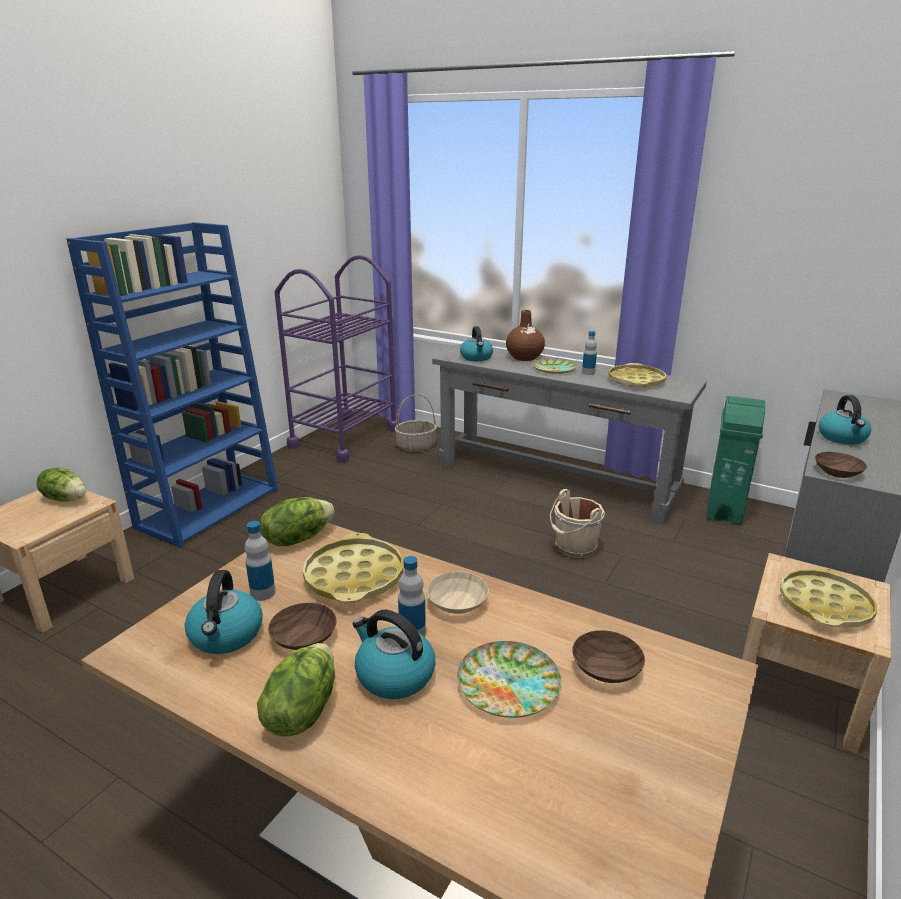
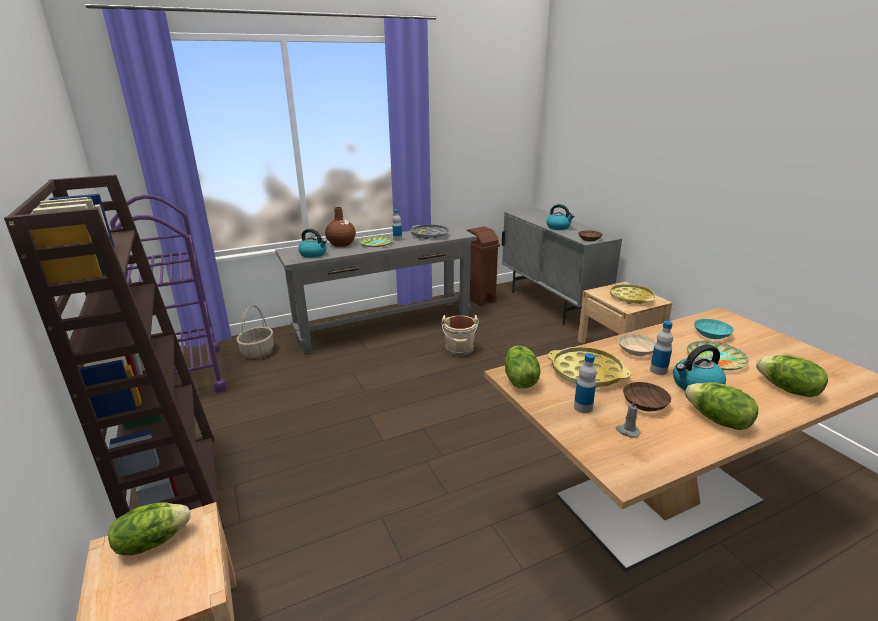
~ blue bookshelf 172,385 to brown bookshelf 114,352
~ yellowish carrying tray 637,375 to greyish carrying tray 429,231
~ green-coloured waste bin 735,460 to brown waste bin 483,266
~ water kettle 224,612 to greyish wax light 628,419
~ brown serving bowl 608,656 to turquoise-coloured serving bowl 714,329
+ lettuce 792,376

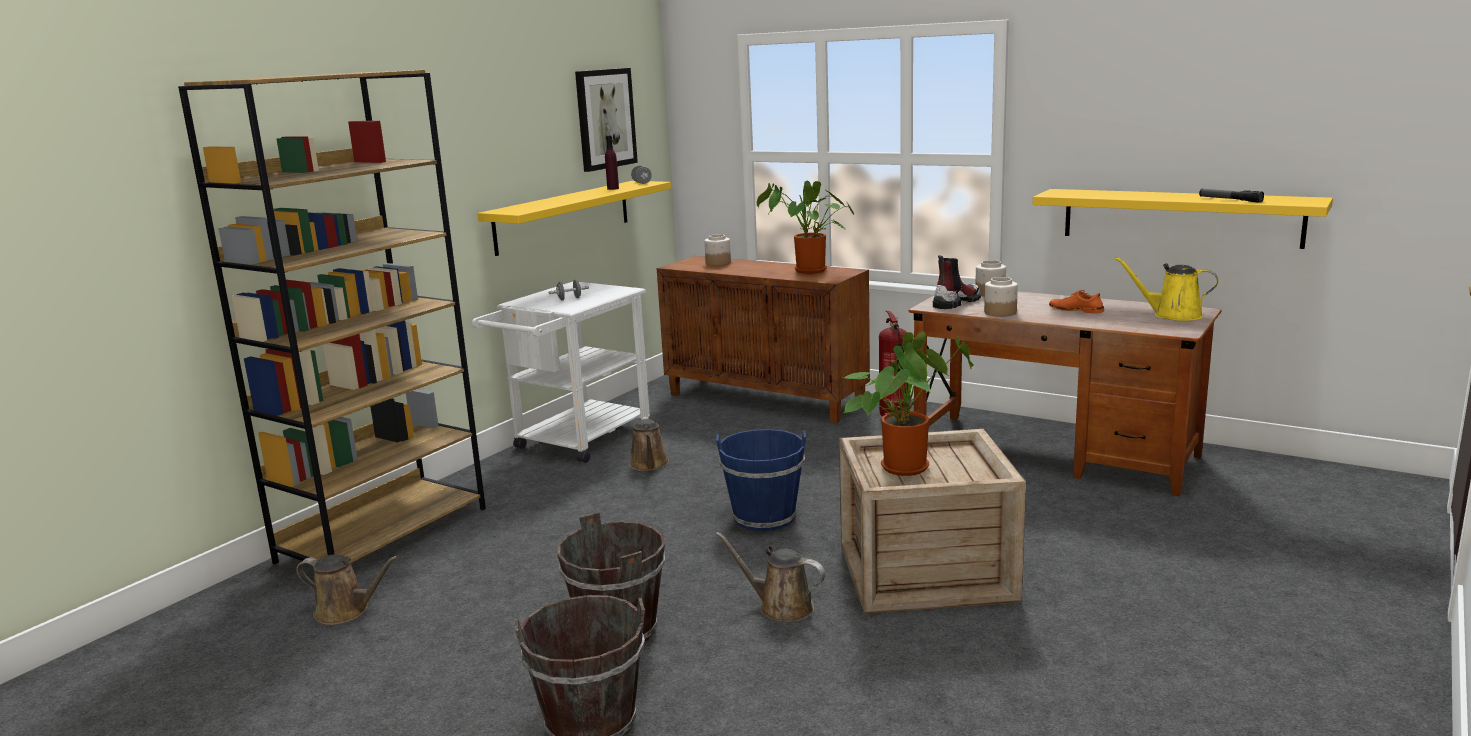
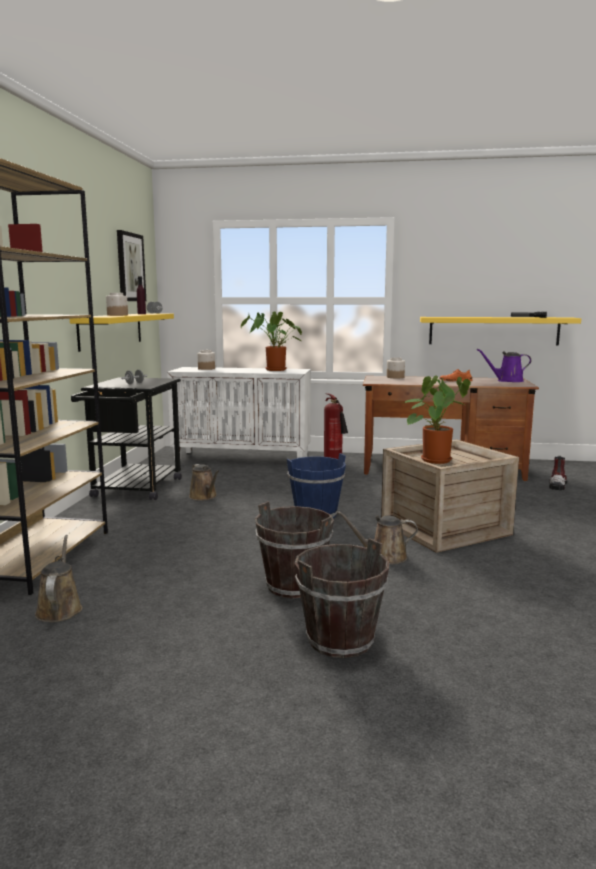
~ brown watering can 347,589 = 59,578 90 degrees counterclockwise
~ white wheeled cart 561,372 to black-coloured wheeled cart 126,438
~ storage jar 1001,297 to 117,304
~ brown storage cabinet 763,339 to white storage cabinet 239,413
~ yellowish watering can 1166,289 to purple-coloured watering can 504,365
~ tall boot 957,282 to 558,473

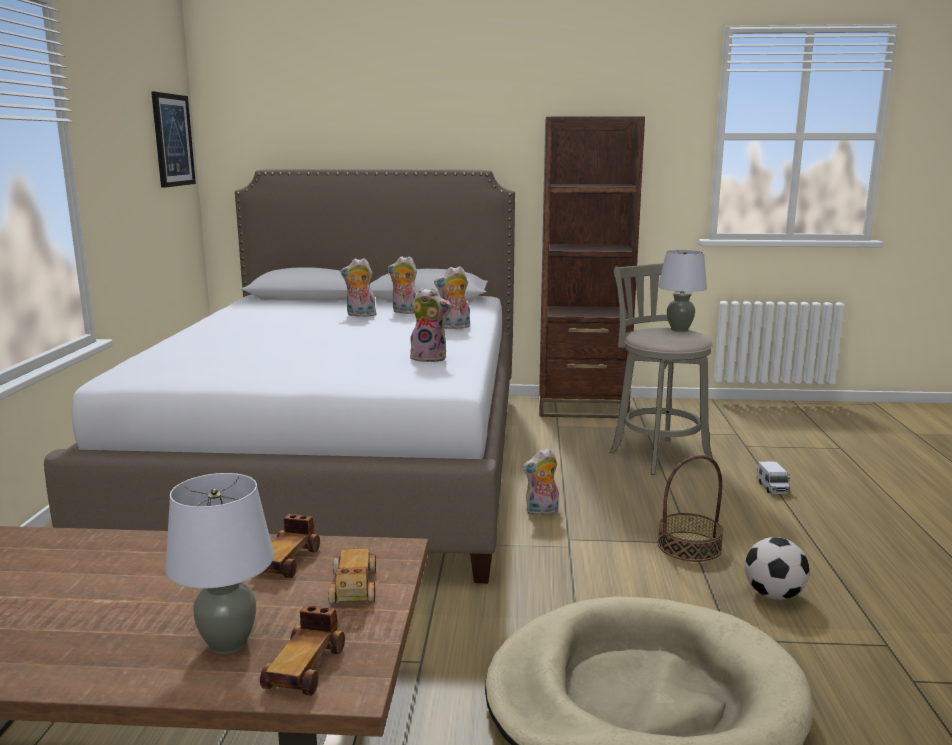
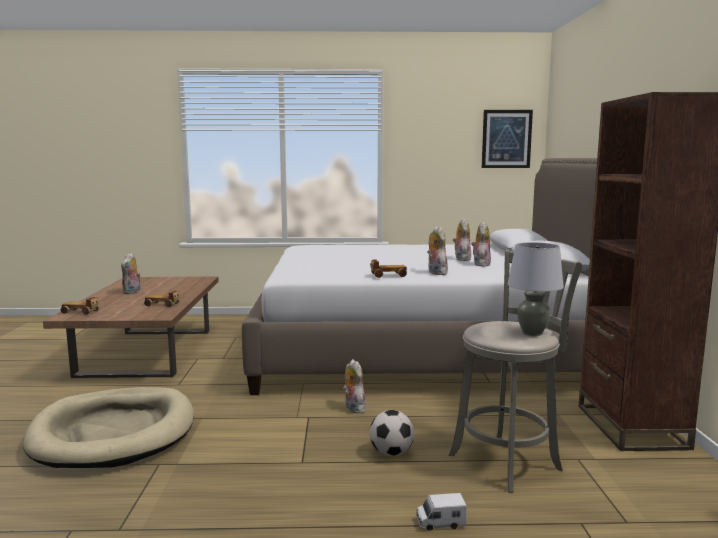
~ soft toy 430,324 to 131,273
~ ball for football 777,568 to 391,433
~ model car 352,576 to 388,268
- greyish table lamp 219,564
- household basket 690,508

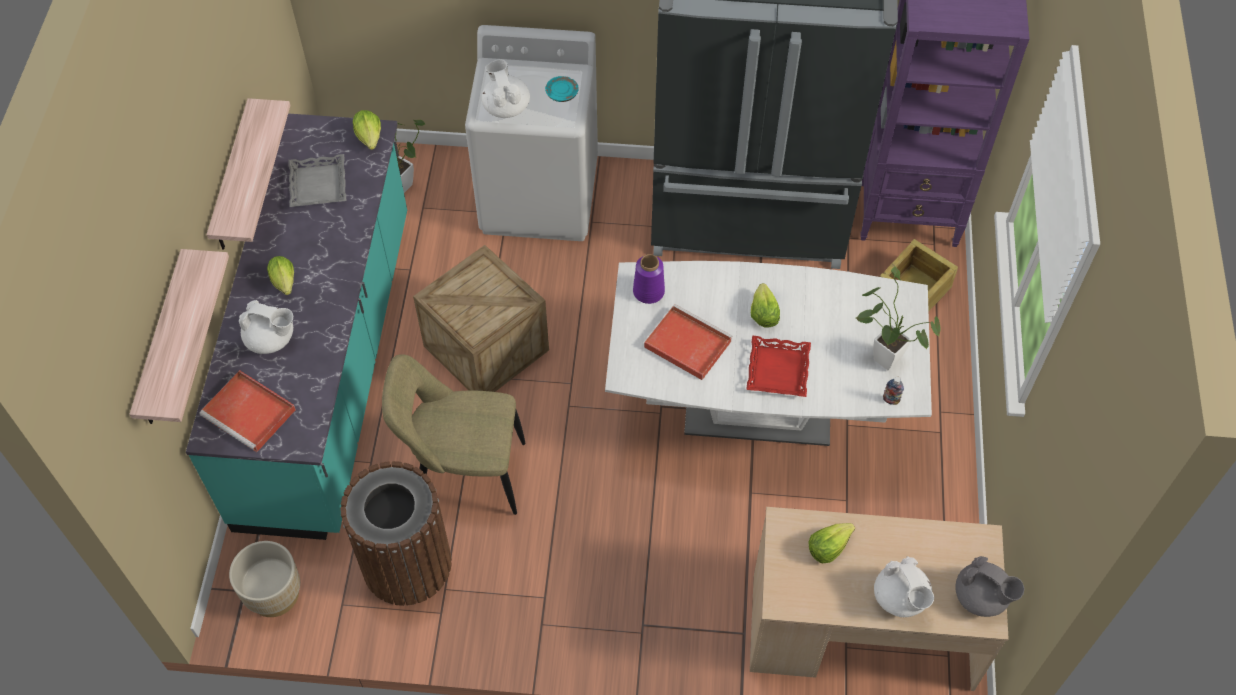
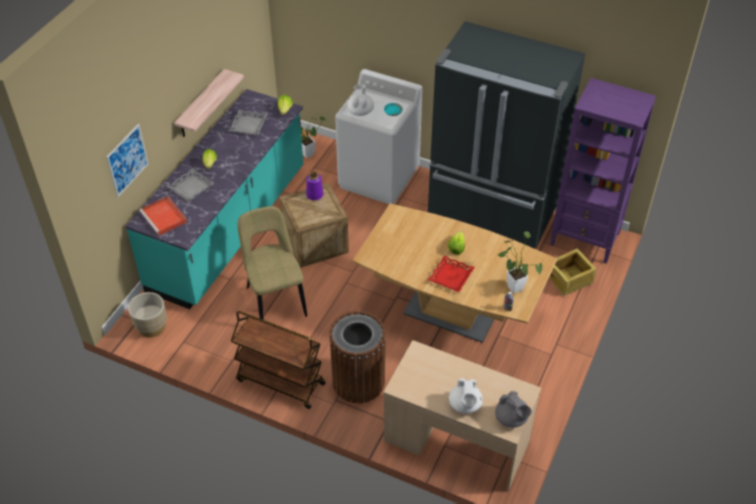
~ shelf 179,336 to picture 127,160
~ white teapot 266,327 to greyish carrying tray 190,184
+ brown wheeled cart 278,360
~ beige-coloured plain chair 454,434 = 272,263 45 degrees clockwise
~ purple-coloured decorative vase 649,279 to 314,186
~ brown waste bin 396,533 to 357,357
~ white dinner table 768,353 to brown dinner table 455,273
- red-coloured carrying tray 688,342
- lettuce 831,543

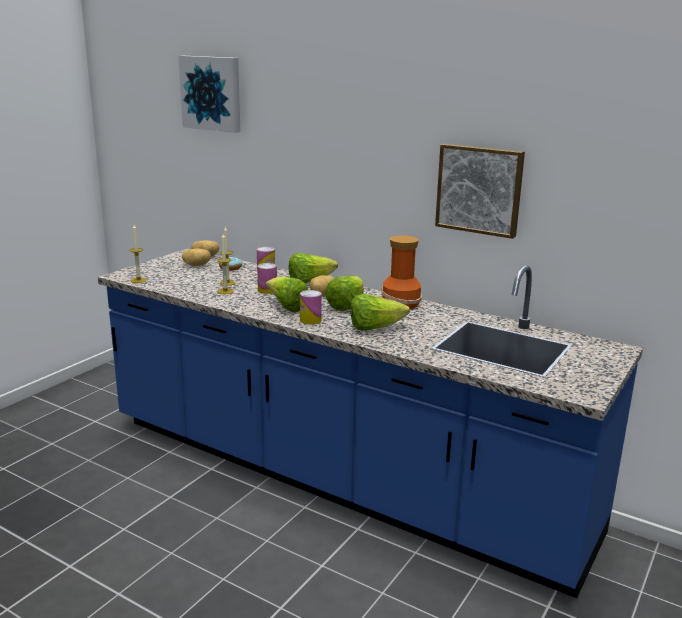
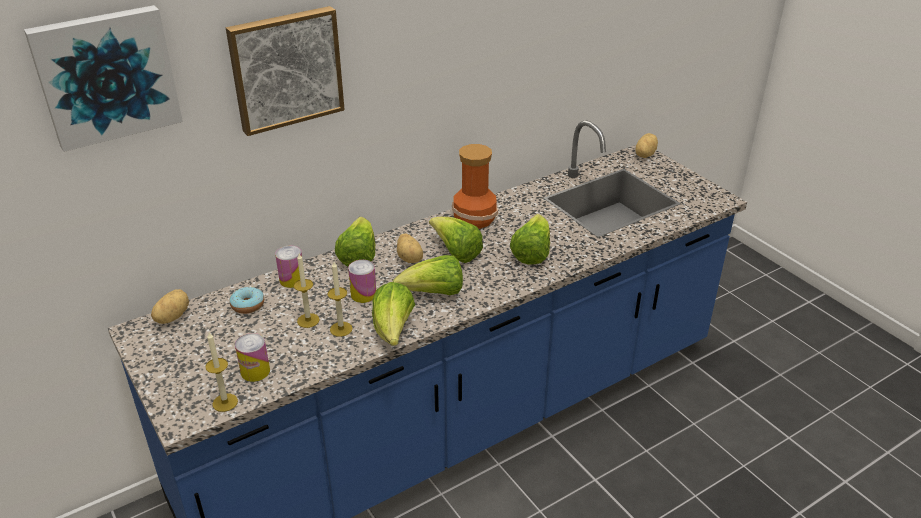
~ picture 480,191 to 285,71
~ metal can 311,307 to 252,357
+ lettuce 393,314
~ whole potato 196,257 to 646,145

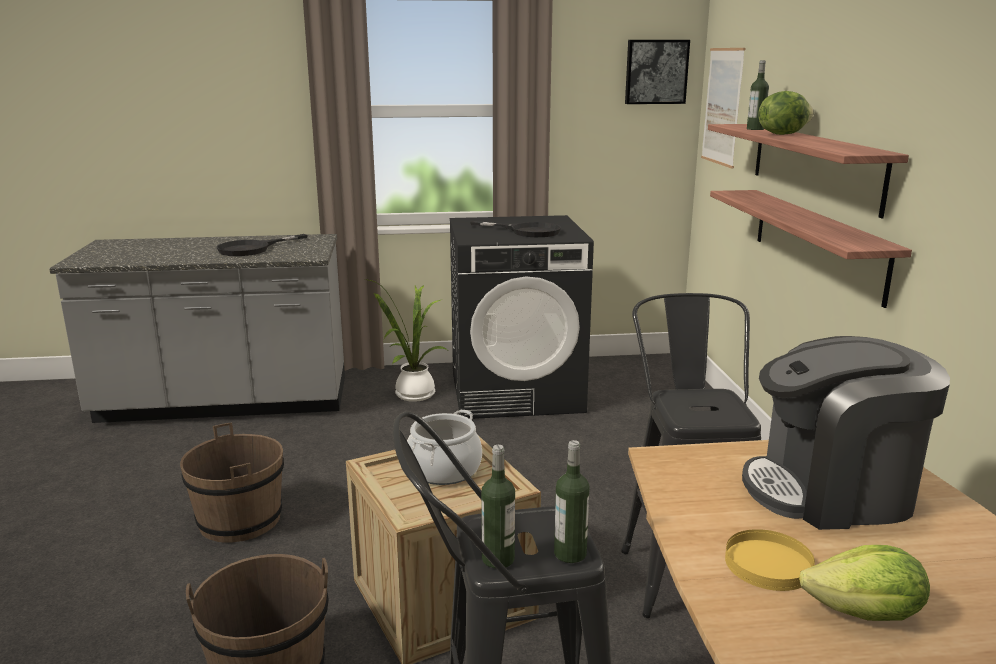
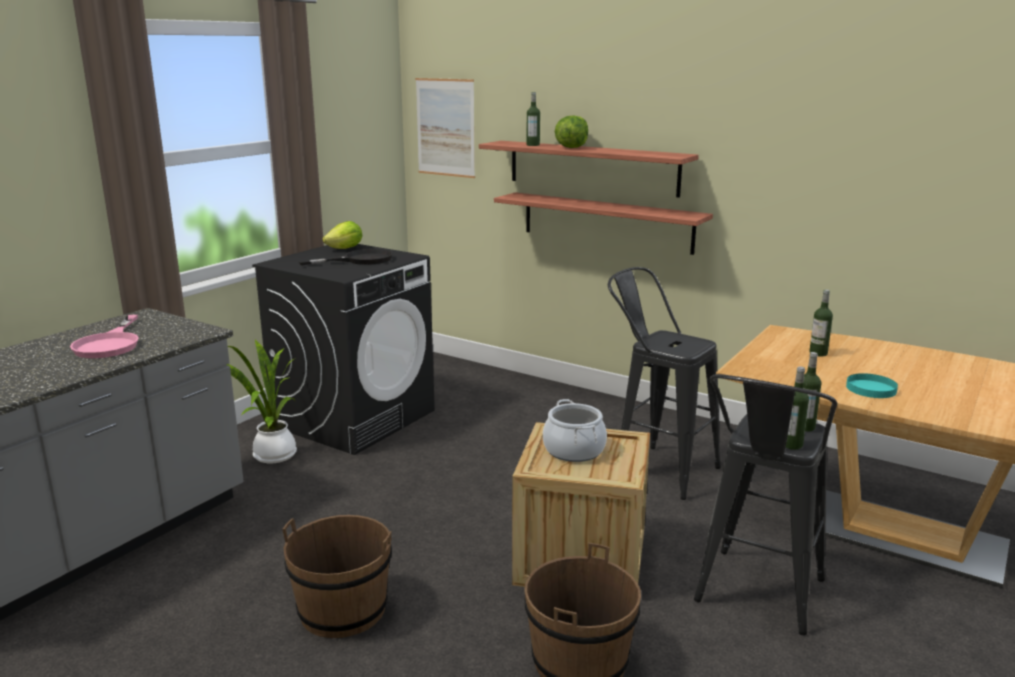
~ black-coloured frying pan 262,245 to pink frying pan 104,336
~ lettuce 864,583 to 342,235
~ coffee brewer 846,433 to drink bottle 821,323
~ yellowish flat dish 770,560 to turquoise-coloured flat dish 872,385
- picture 657,72

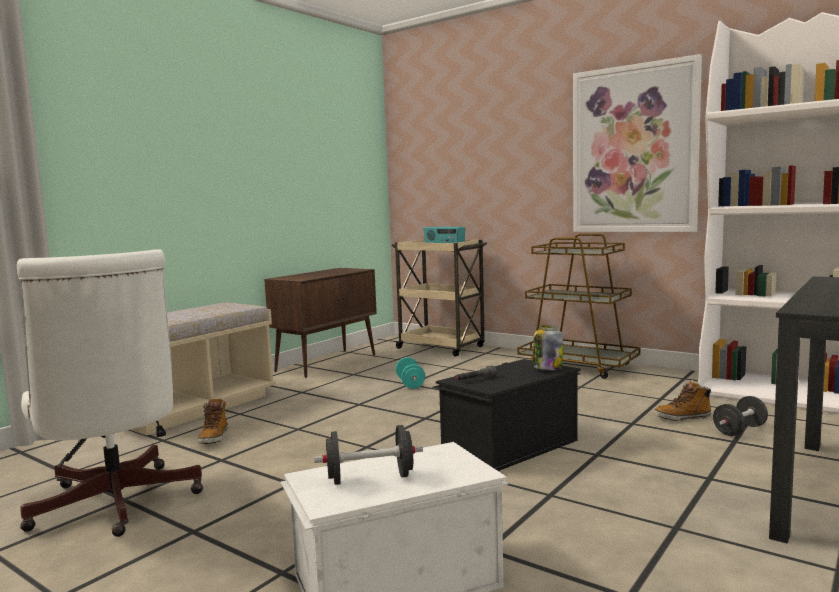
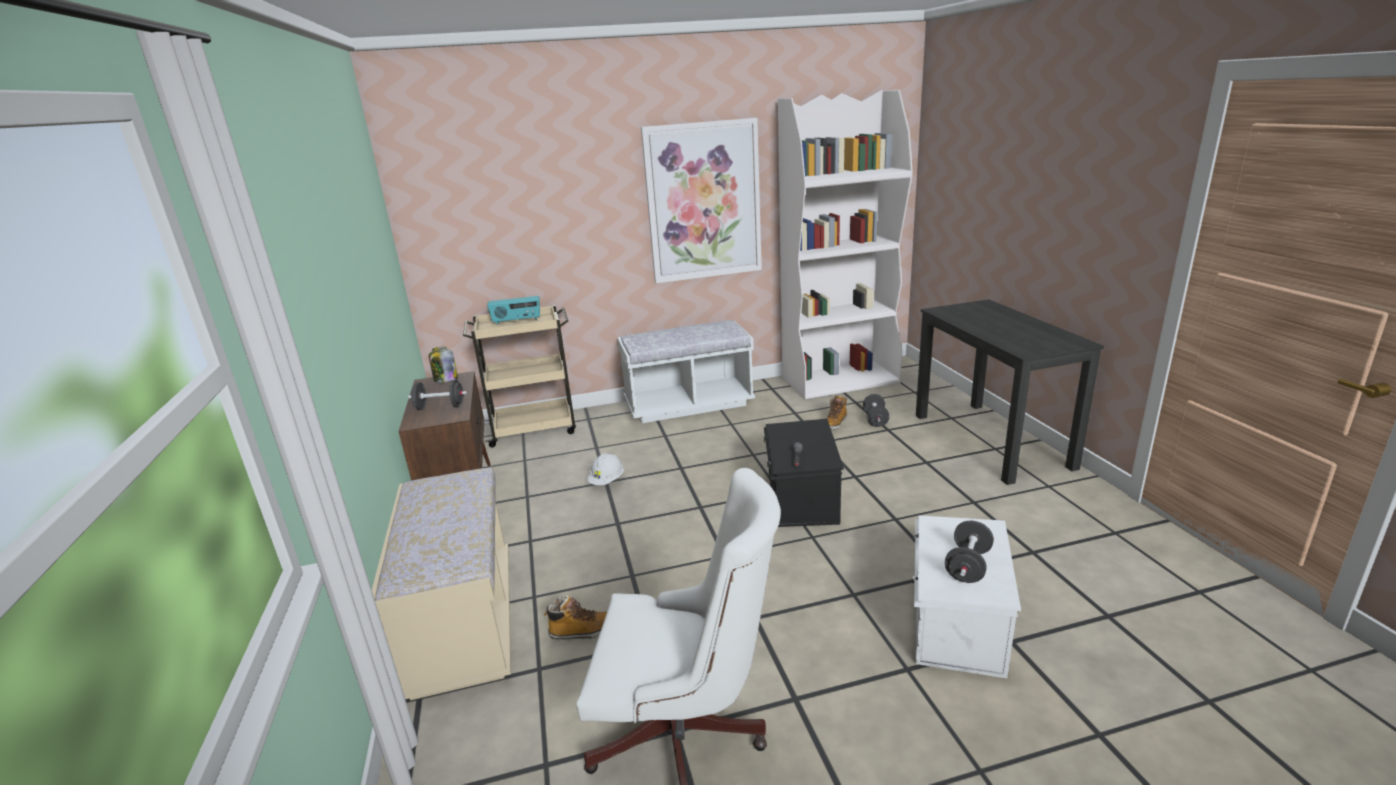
+ black-coloured hand weight 437,395
~ storage jar 548,347 to 443,365
~ tall boot 212,421 = 575,617 45 degrees counterclockwise
~ turquoise-coloured hand weight 410,373 to white hard hat 605,469
~ brown wheeled cart 578,306 to white long seat 686,371

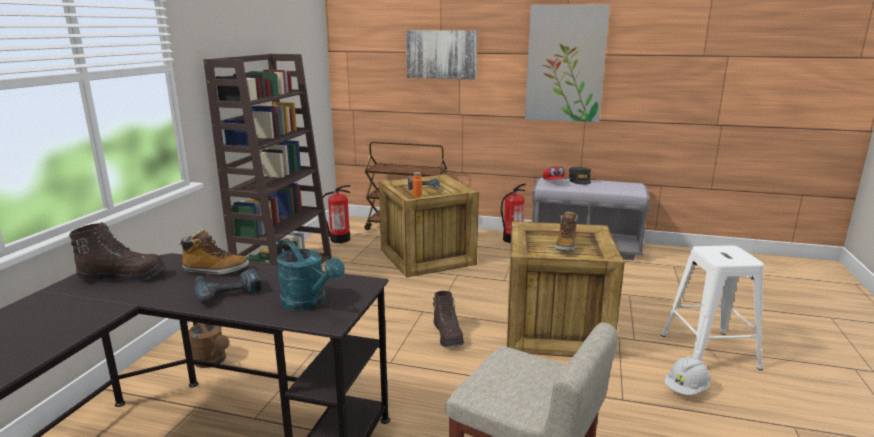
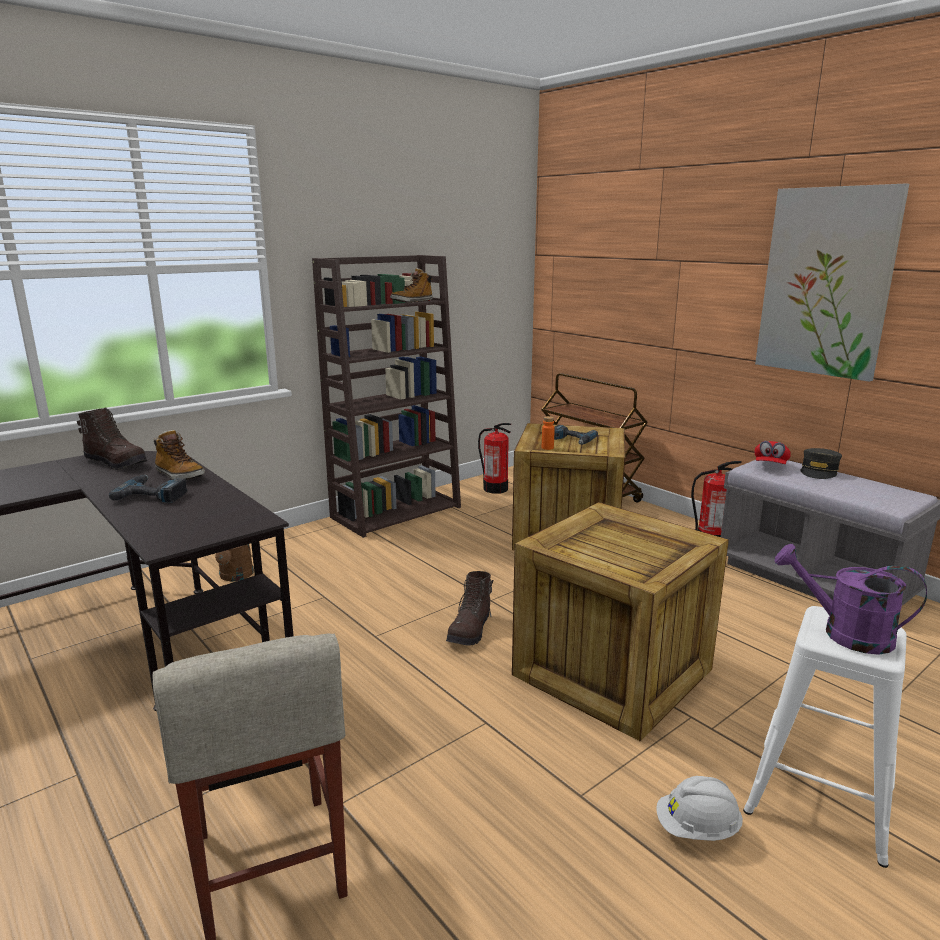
~ tall boot 566,231 to 411,285
+ purple-coloured watering can 851,599
- turquoise-coloured watering can 311,274
- picture 441,55

